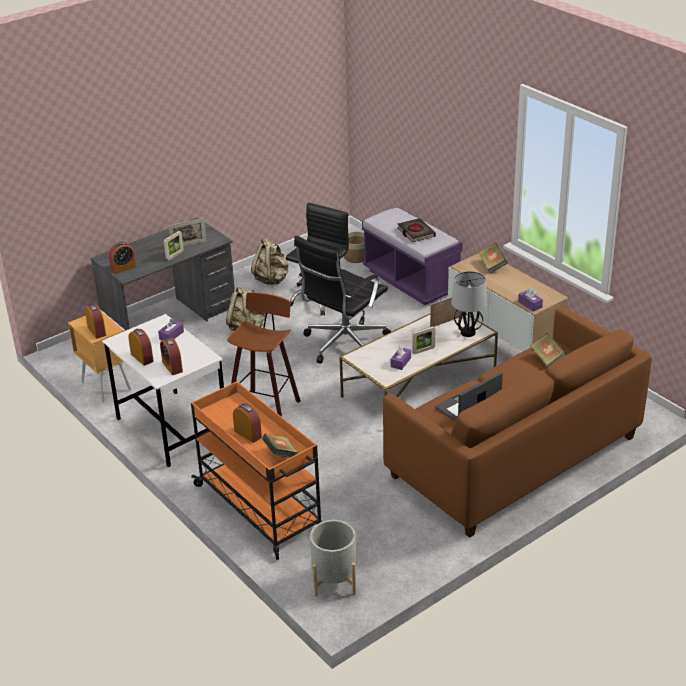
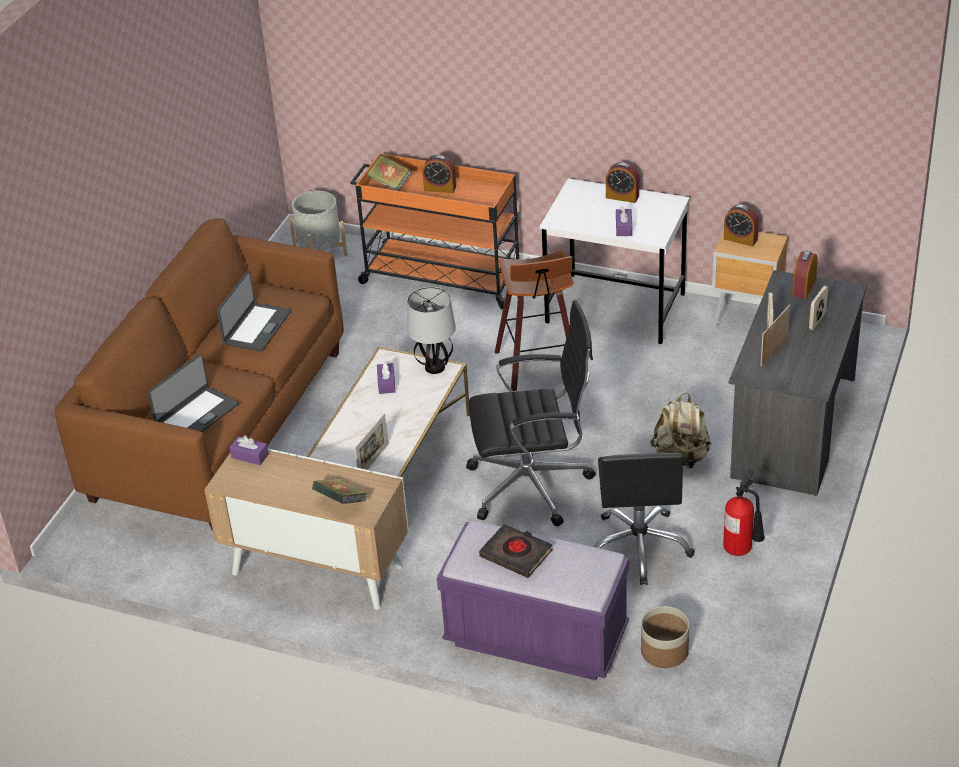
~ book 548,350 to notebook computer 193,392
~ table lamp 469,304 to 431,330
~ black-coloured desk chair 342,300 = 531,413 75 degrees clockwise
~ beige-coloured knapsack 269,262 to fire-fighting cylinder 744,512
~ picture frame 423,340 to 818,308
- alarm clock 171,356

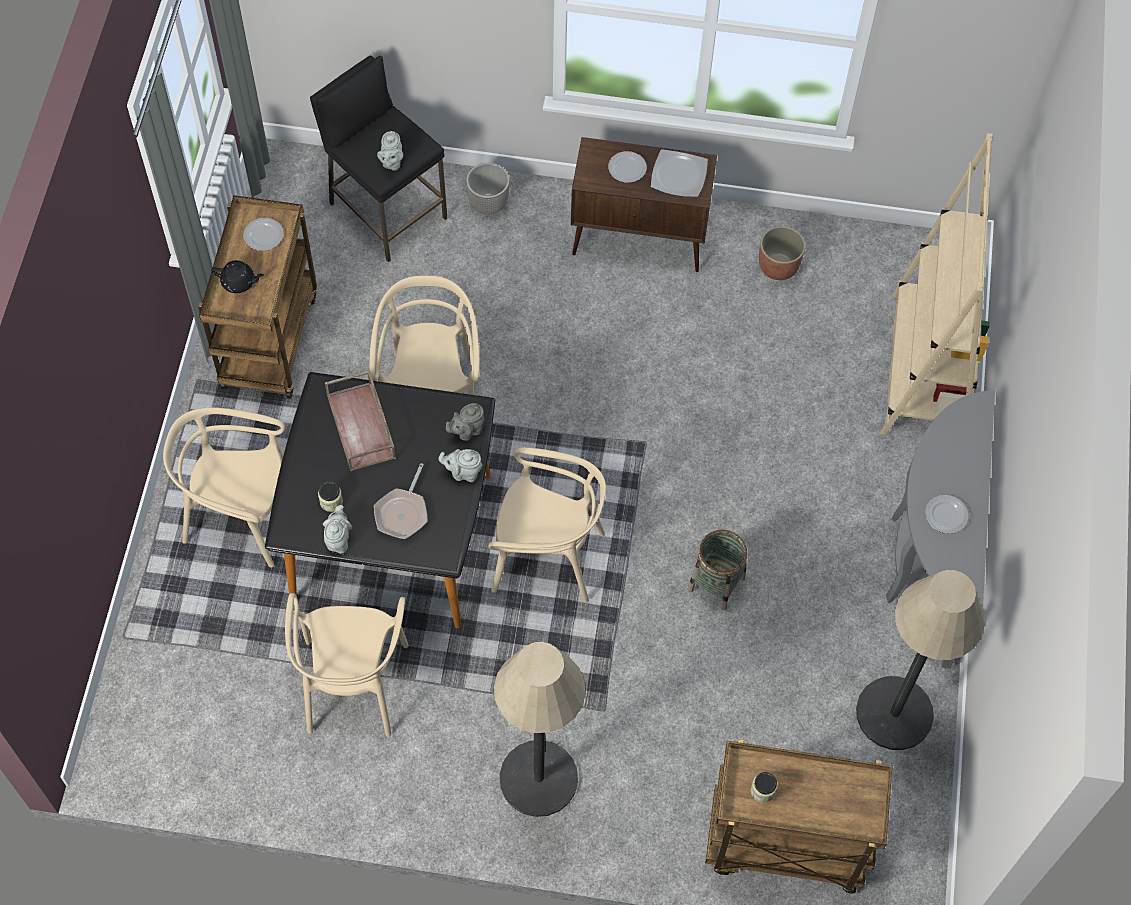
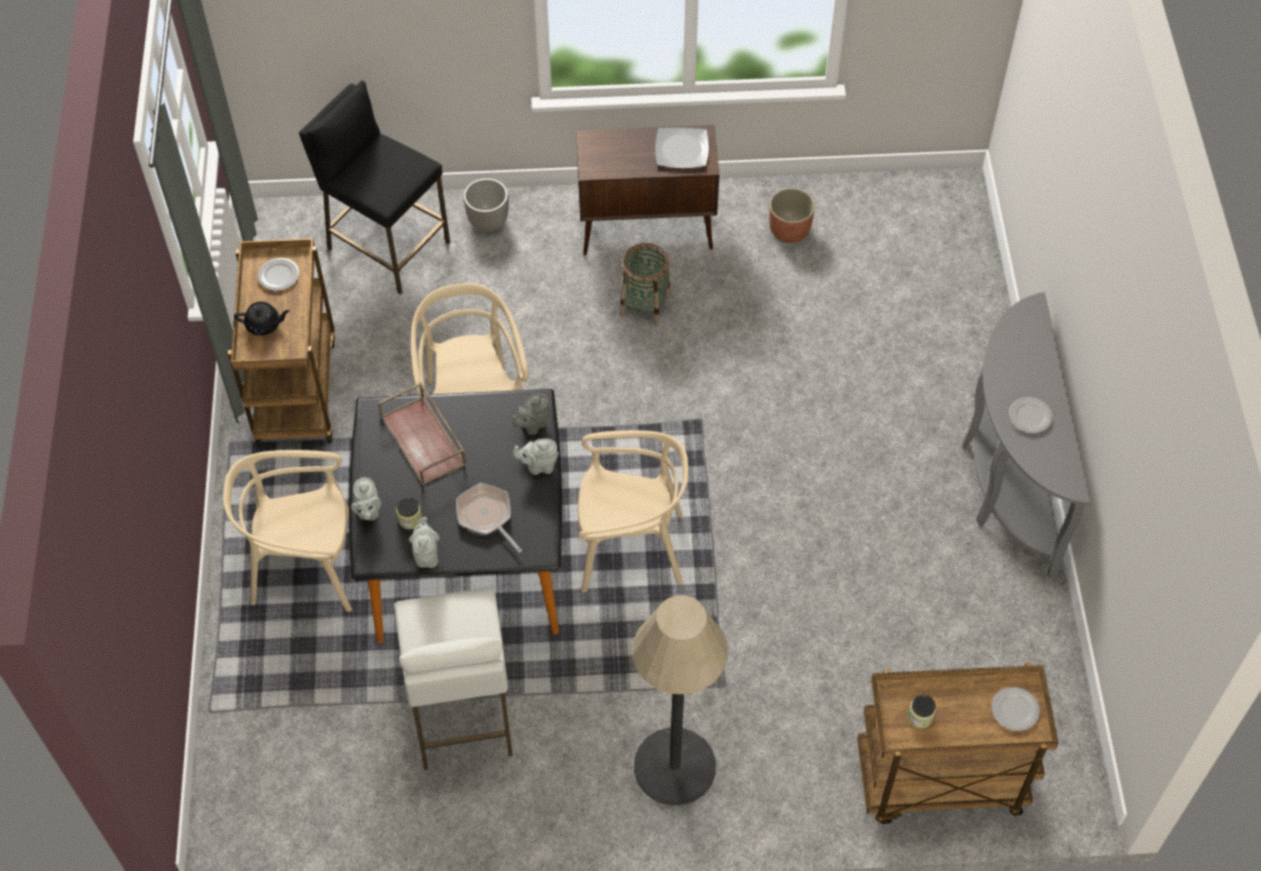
~ greyish teapot 390,151 to 366,499
~ beige-coloured plain chair 346,665 to white sitting stool 453,679
~ frying pan 400,501 = 489,518 135 degrees clockwise
~ household basket 717,570 to 645,284
~ flat dish 627,167 to 1016,709
- standard lamp 920,660
- beige-coloured bookshelf 936,284

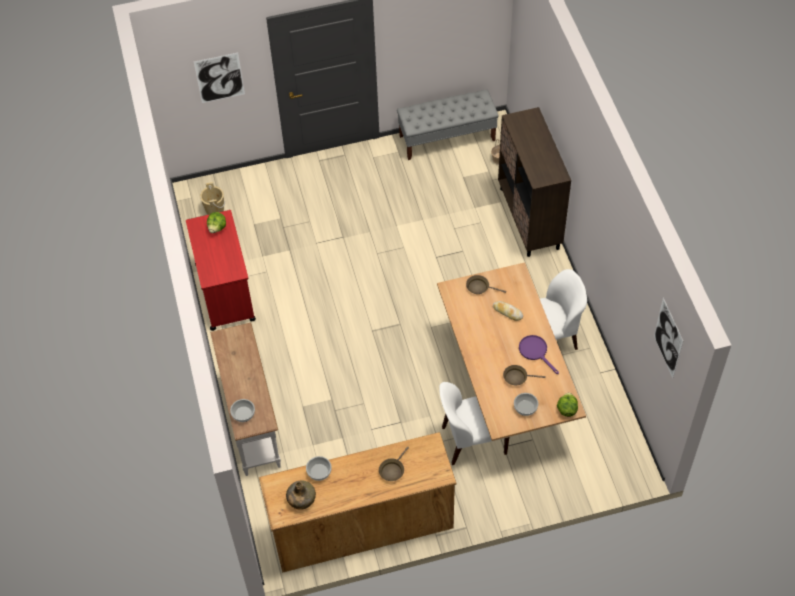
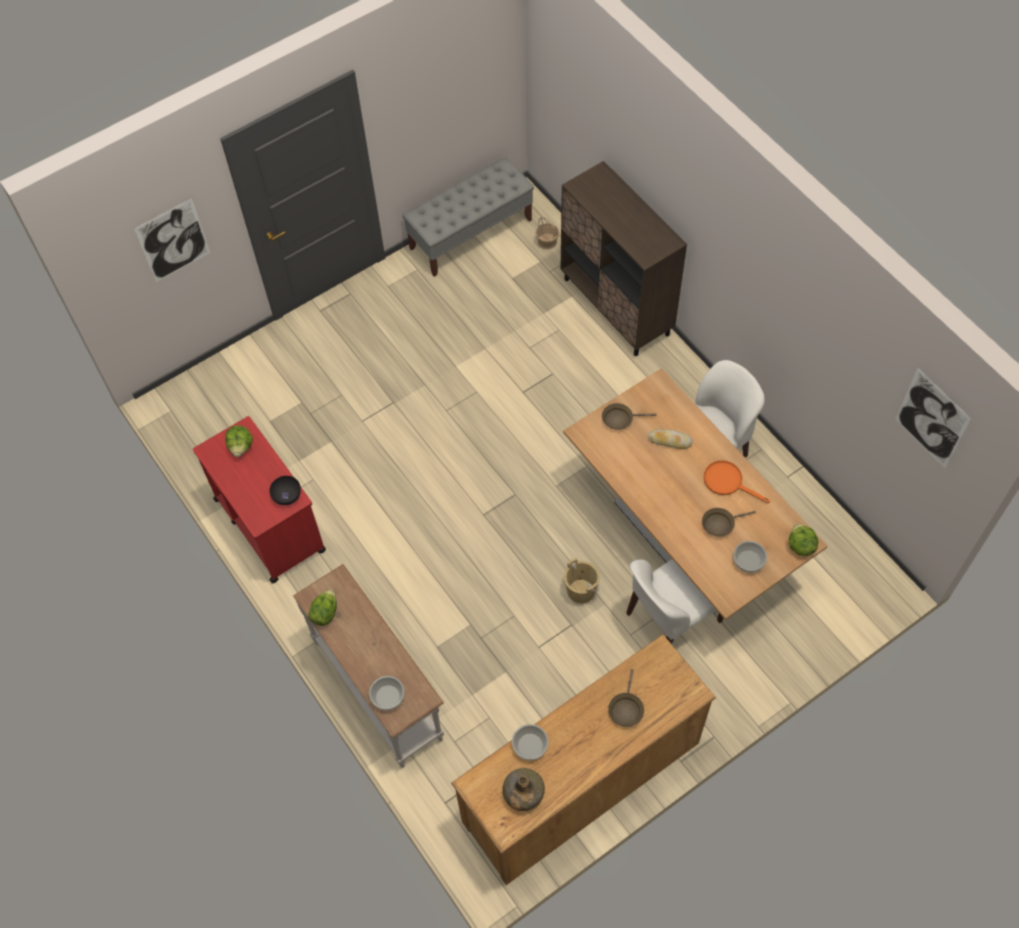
+ black-coloured serving bowl 285,490
+ lettuce 322,607
~ beige-coloured pail 212,198 to 582,581
~ purple-coloured frying pan 539,354 to orange frying pan 737,481

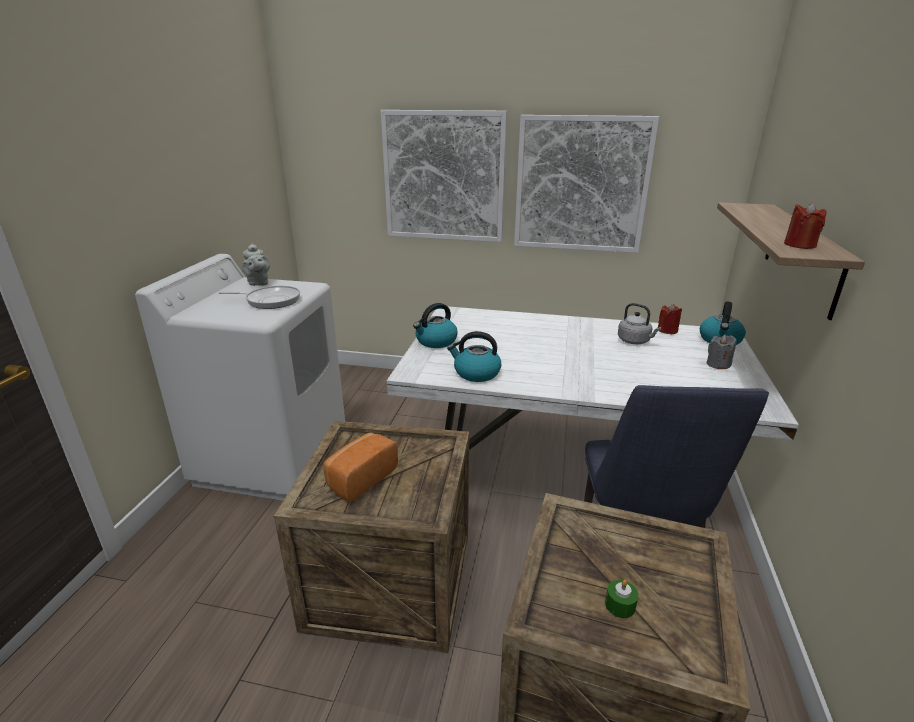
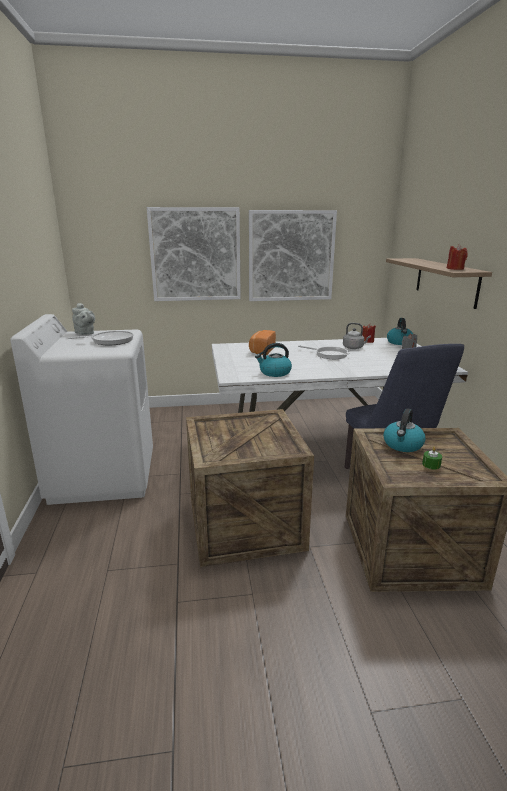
~ bread 360,467 to 262,342
+ frying pan 324,352
~ water kettle 435,325 to 404,430

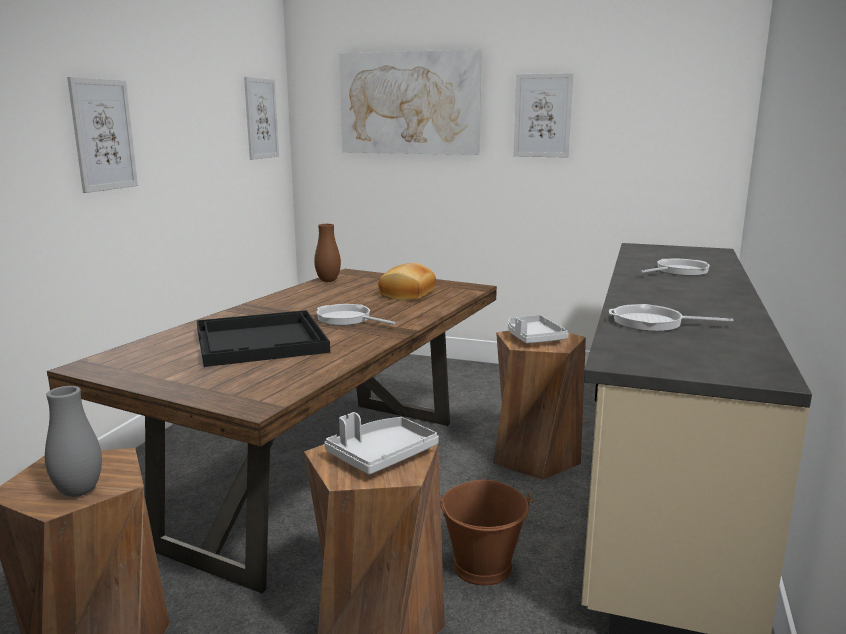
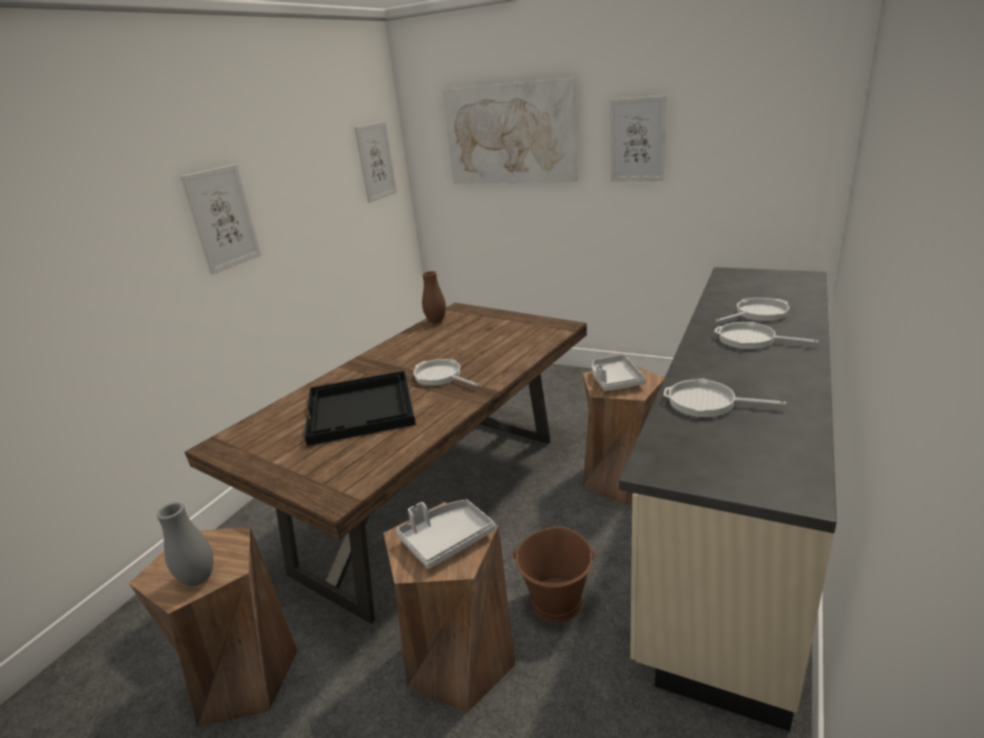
+ frying pan 766,335
- bread 407,281

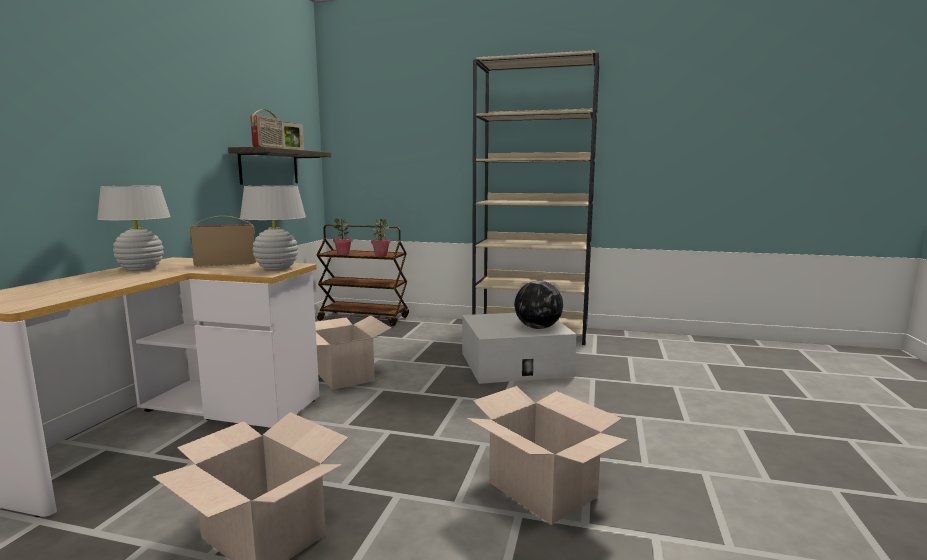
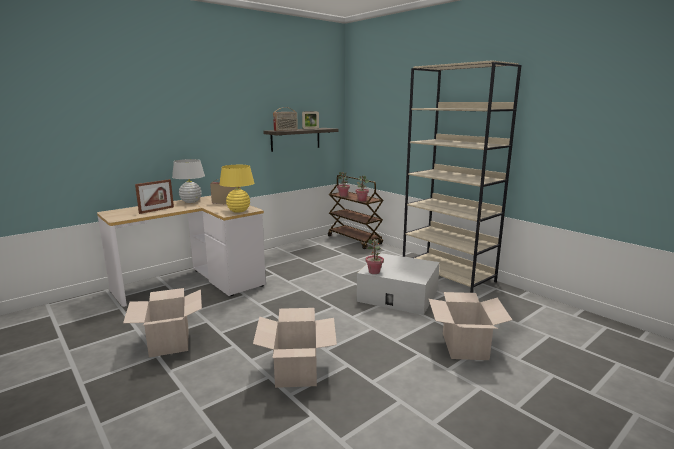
+ picture frame 154,196
~ white table lamp 273,228 to yellowish table lamp 236,189
+ potted plant 375,256
~ cardboard box 353,352 to 470,326
- desk globe 538,305

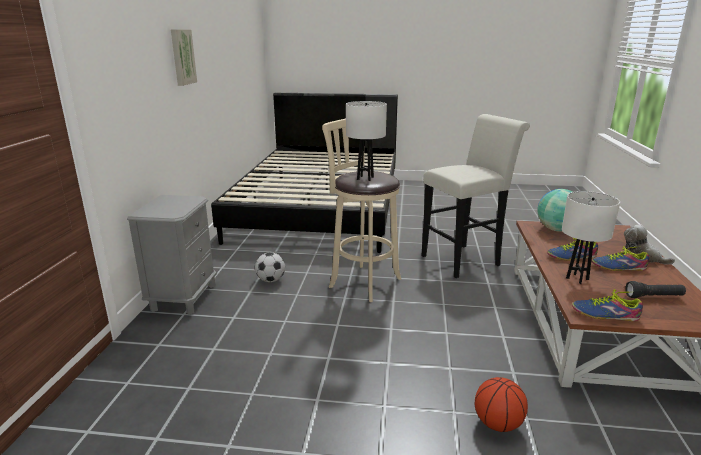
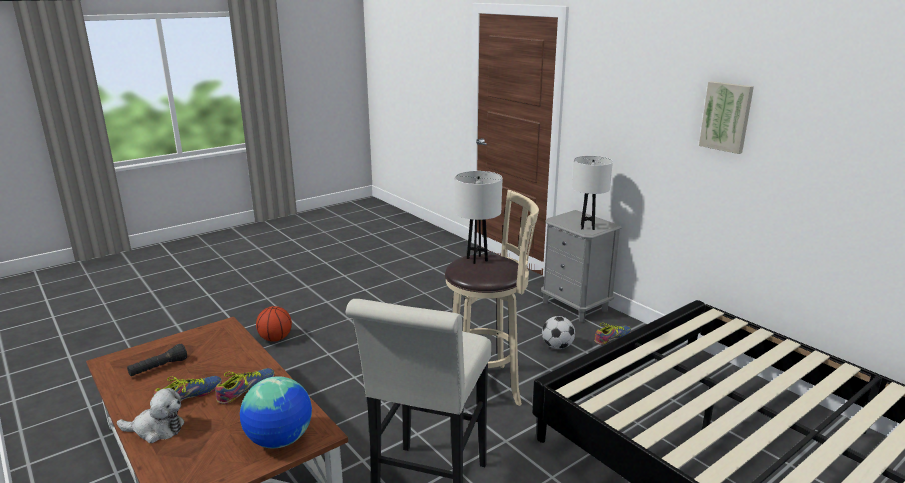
~ white table lamp 591,237 to 592,193
~ low shoe 607,305 to 612,334

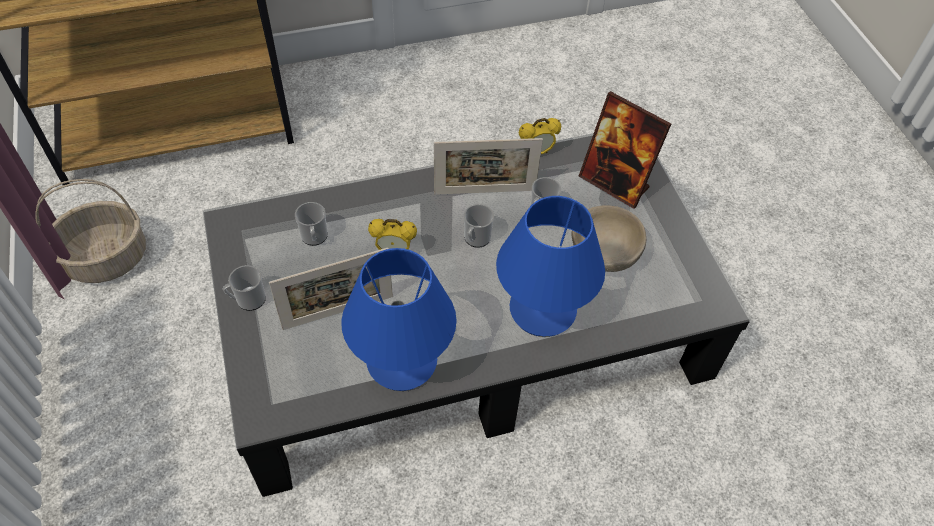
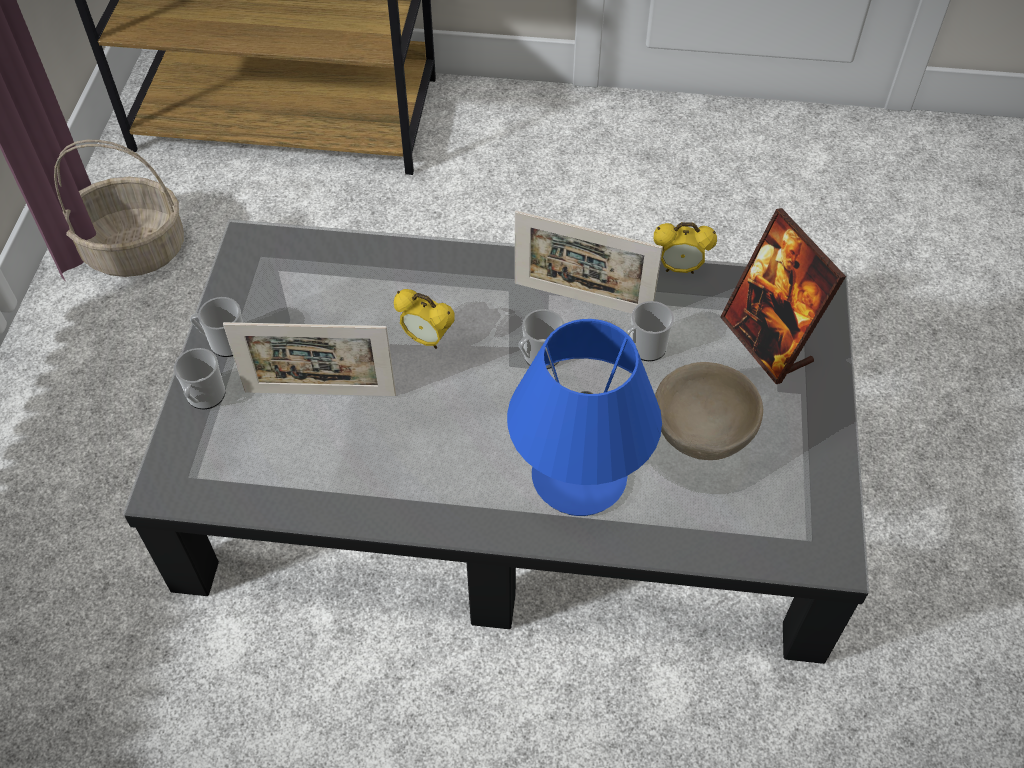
~ coffee mug 311,224 to 199,379
- blue table lamp 399,319

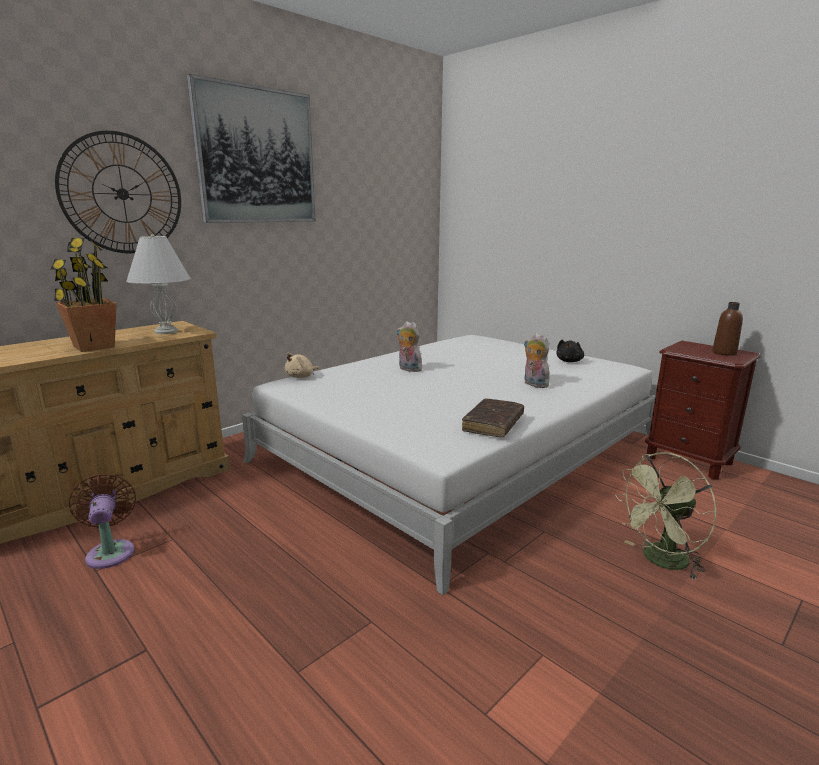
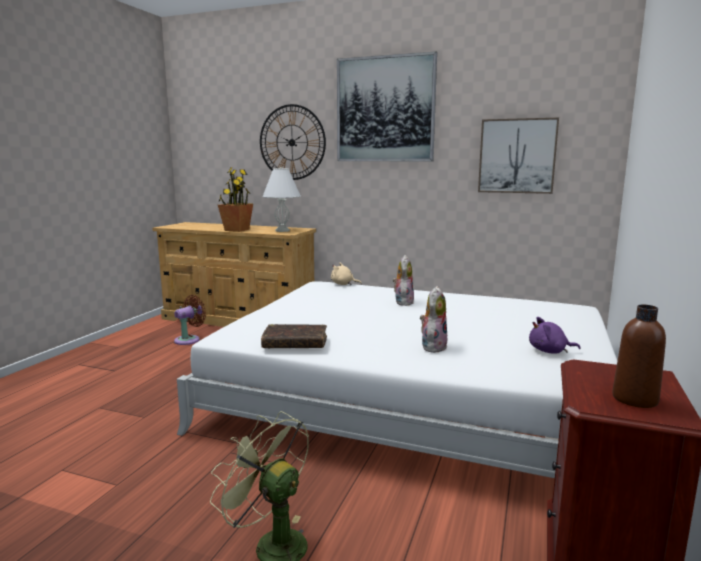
+ picture 518,156
~ black-coloured soft toy 570,350 to purple-coloured soft toy 554,335

